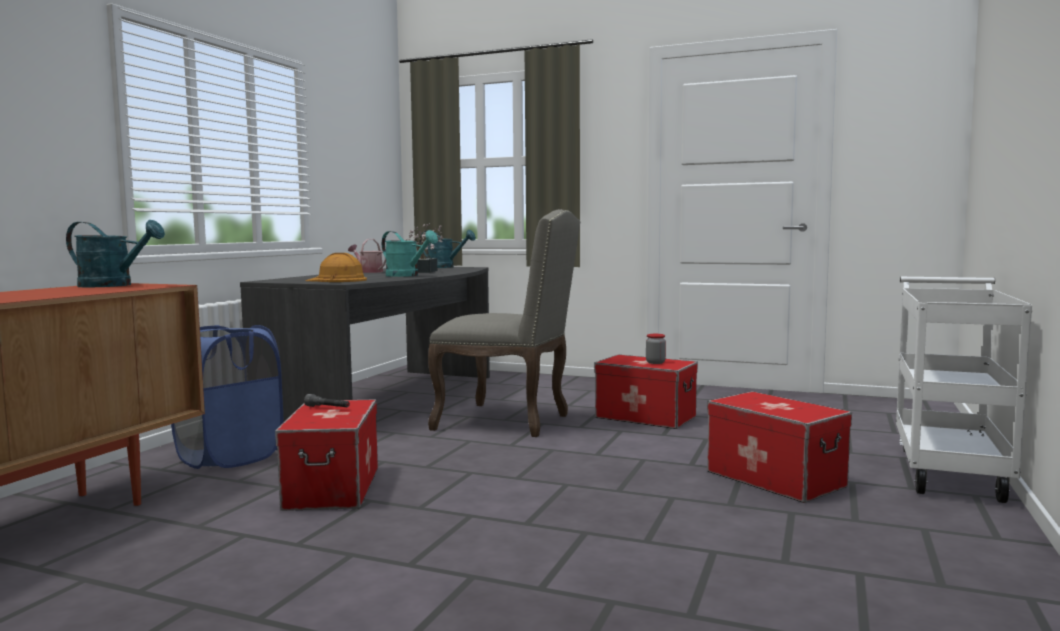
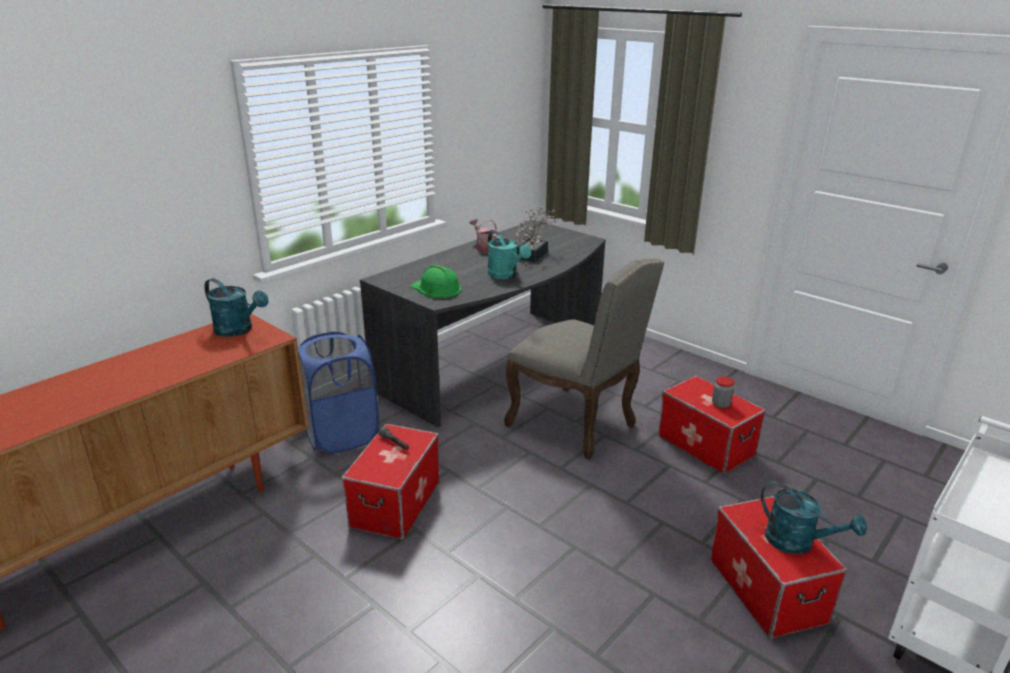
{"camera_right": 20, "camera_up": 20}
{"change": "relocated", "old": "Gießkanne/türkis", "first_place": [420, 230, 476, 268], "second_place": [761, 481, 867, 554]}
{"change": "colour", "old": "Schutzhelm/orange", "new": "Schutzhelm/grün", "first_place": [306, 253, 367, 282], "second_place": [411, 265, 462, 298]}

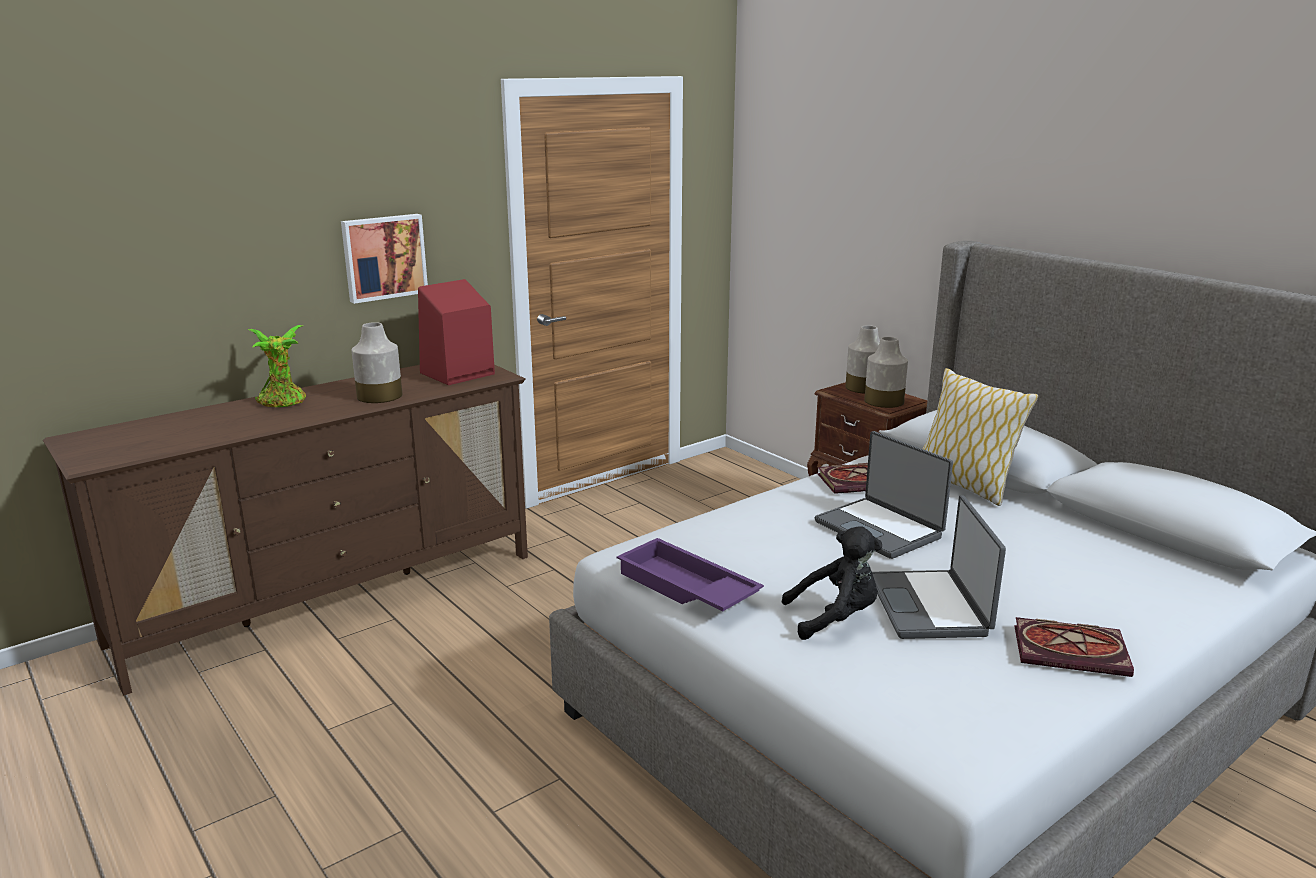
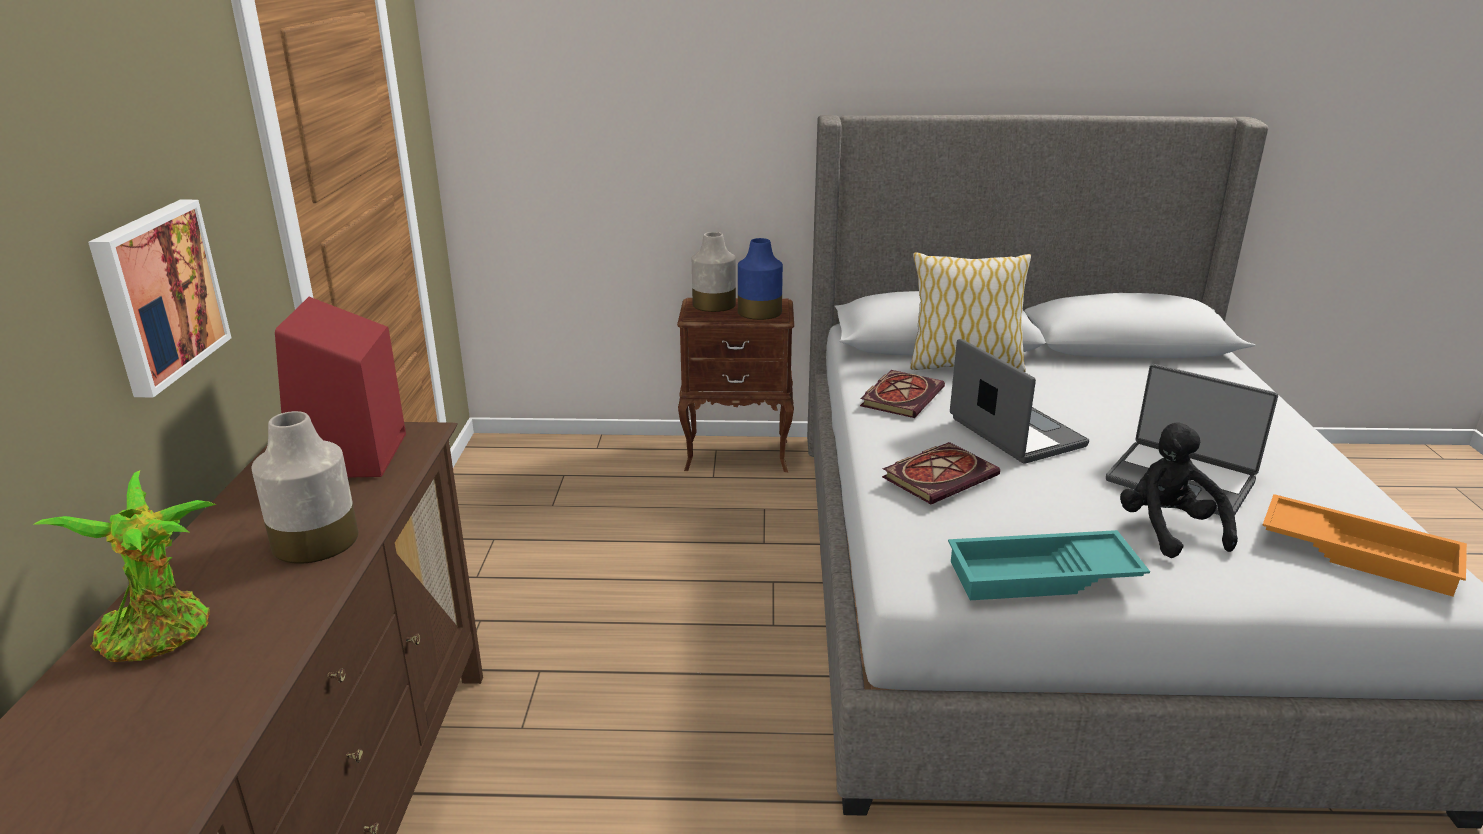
{"camera_right": -50, "camera_up": 5}
{"change": "colour", "old": "Vase/beige", "new": "Vase/blau", "first_place": [864, 337, 908, 408], "second_place": [738, 238, 783, 320]}
{"change": "spun", "old": "Laptop", "first_place": [815, 431, 953, 559], "second_place": [950, 339, 1089, 464], "degrees": -120}
{"change": "spun", "old": "Plüschtier/schwarz", "first_place": [782, 527, 882, 640], "second_place": [1120, 422, 1238, 558], "degrees": -45}
{"change": "colour", "old": "Tablett/lila", "new": "Tablett/türkis", "first_place": [616, 538, 764, 611], "second_place": [948, 530, 1150, 600]}
{"change": "relocated", "old": "Buch", "first_place": [1014, 617, 1134, 677], "second_place": [882, 442, 1000, 504]}
{"change": "appeared", "new": "Tablett/orange", "second_place": [1262, 494, 1467, 597]}

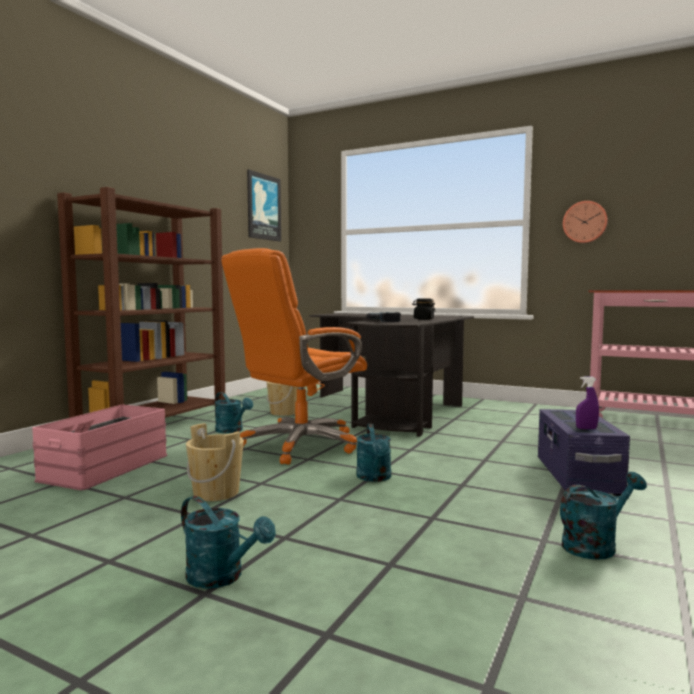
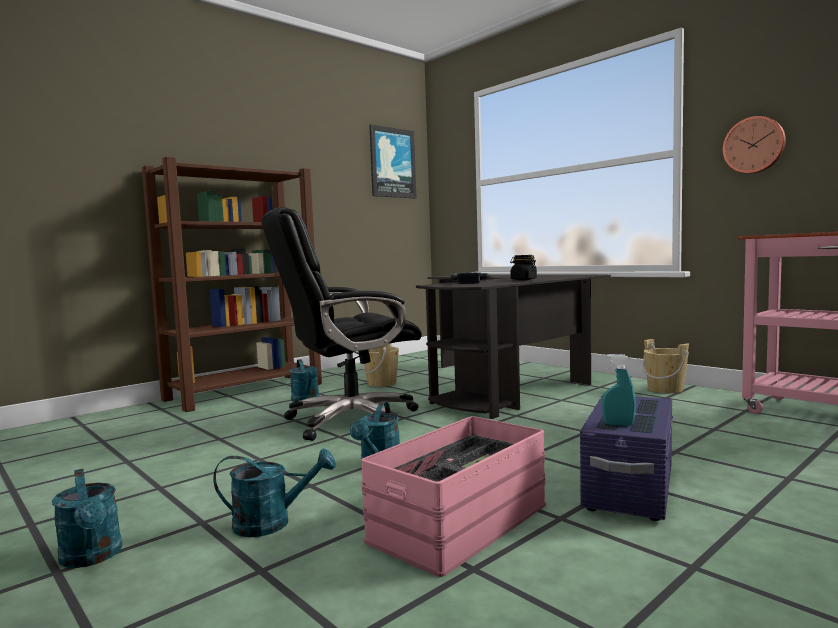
{"camera_right": 20, "camera_up": 0}
{"change": "colour", "old": "Bürostuhl/orange", "new": "Bürostuhl/schwarz", "first_place": [221, 248, 367, 464], "second_place": [261, 207, 422, 441]}
{"change": "colour", "old": "Sprühflasche/lila", "new": "Sprühflasche/türkis", "first_place": [576, 376, 599, 429], "second_place": [602, 354, 636, 426]}
{"change": "relocated", "old": "Aufbewahrungsbox/rosa", "first_place": [32, 405, 167, 490], "second_place": [361, 416, 546, 577]}
{"change": "relocated", "old": "Eimer/beige", "first_place": [186, 423, 244, 501], "second_place": [643, 339, 689, 393]}
{"change": "relocated", "old": "Gießkanne/türkis", "first_place": [560, 472, 647, 560], "second_place": [213, 448, 336, 537]}

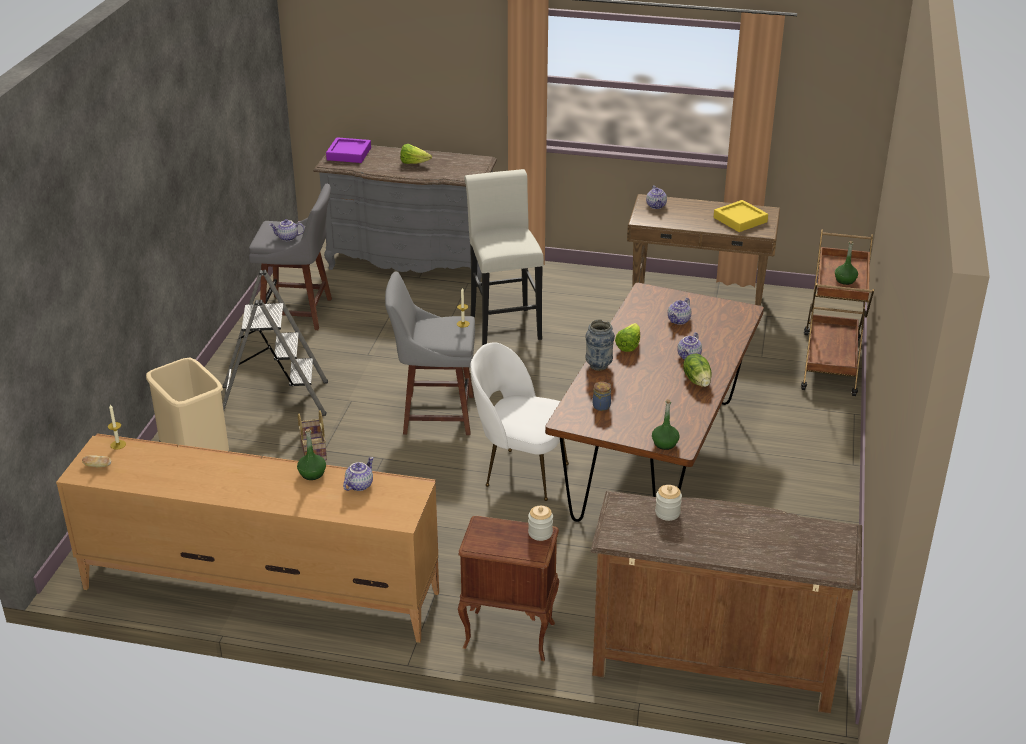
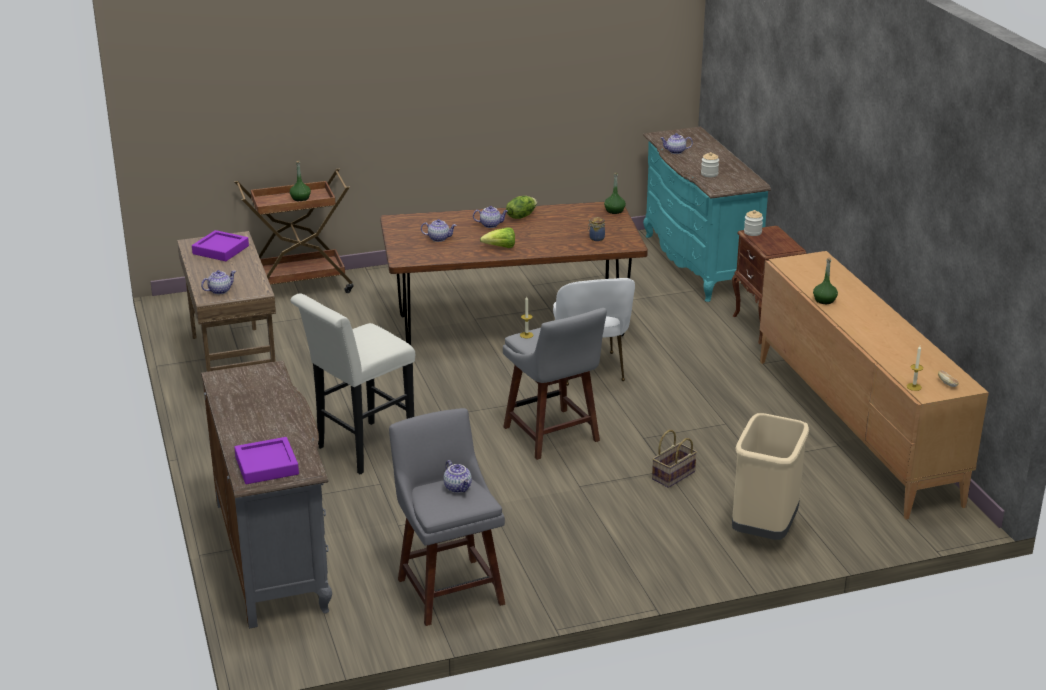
{"camera_right": -120, "camera_up": -5}
{"change": "missing", "old": "Salatkopf", "first_place": [400, 144, 432, 164]}
{"change": "colour", "old": "Tablett/gelb", "new": "Tablett/lila", "first_place": [714, 200, 768, 232], "second_place": [192, 230, 249, 261]}
{"change": "missing", "old": "Trittleiter/grau", "first_place": [223, 270, 328, 416]}
{"change": "missing", "old": "Vase", "first_place": [585, 319, 615, 371]}
{"change": "relocated", "old": "Teekanne", "first_place": [343, 457, 373, 491], "second_place": [661, 133, 693, 154]}
{"change": "colour", "old": "Kommode/beige", "new": "Kommode/türkis", "first_place": [590, 491, 862, 714], "second_place": [643, 127, 771, 302]}

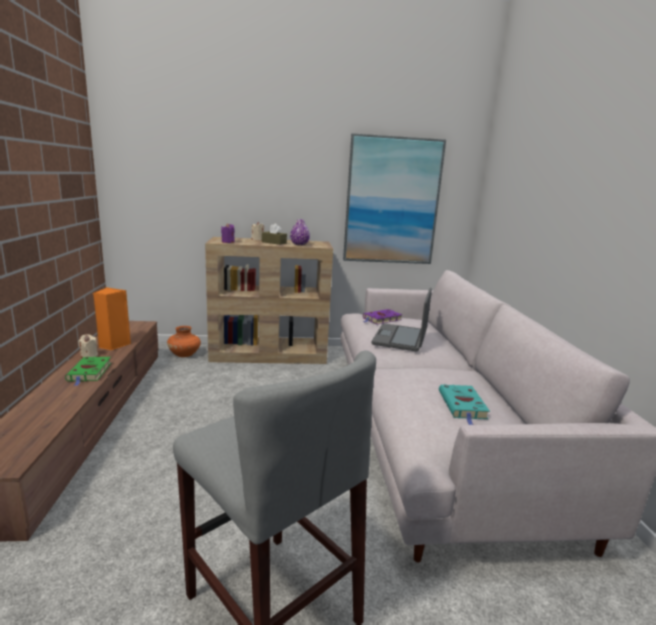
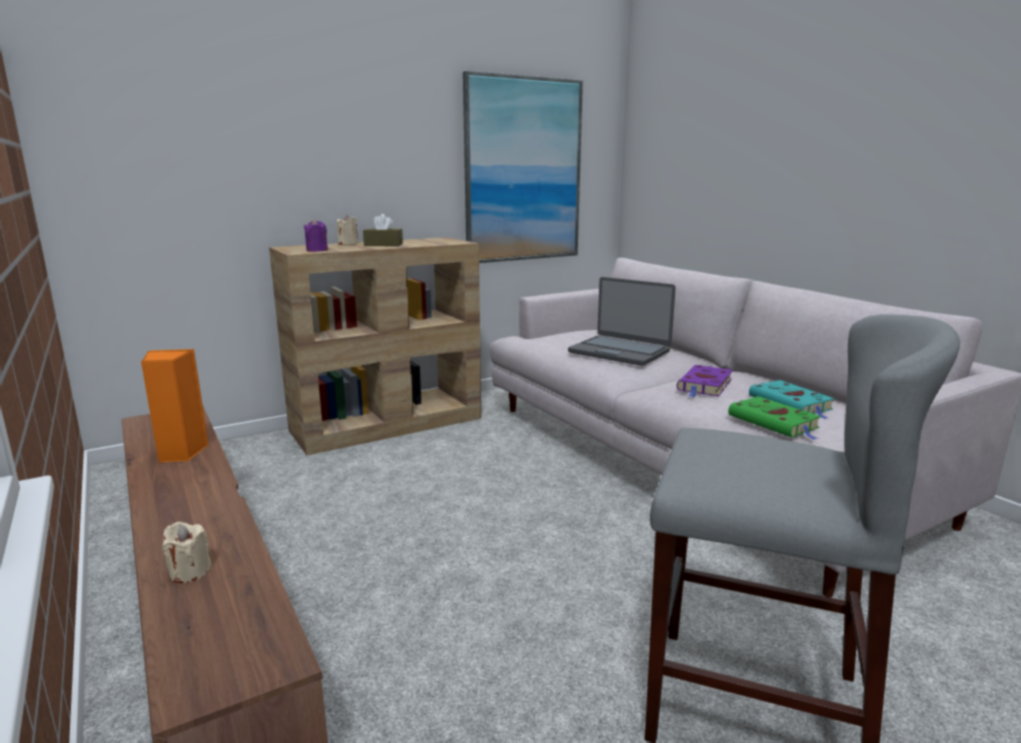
{"camera_right": -25, "camera_up": 0}
{"change": "missing", "old": "Vase/lila", "first_place": [290, 219, 310, 245]}
{"change": "spun", "old": "Laptop", "first_place": [372, 287, 432, 352], "second_place": [568, 277, 676, 366], "degrees": -45}
{"change": "relocated", "old": "Buch/lila", "first_place": [363, 309, 402, 324], "second_place": [677, 365, 733, 398]}
{"change": "missing", "old": "Vase/orange", "first_place": [167, 326, 201, 357]}
{"change": "relocated", "old": "Kerze/beige", "first_place": [78, 334, 98, 358], "second_place": [162, 522, 212, 583]}
{"change": "relocated", "old": "Buch/grün", "first_place": [65, 357, 111, 386], "second_place": [728, 396, 821, 440]}

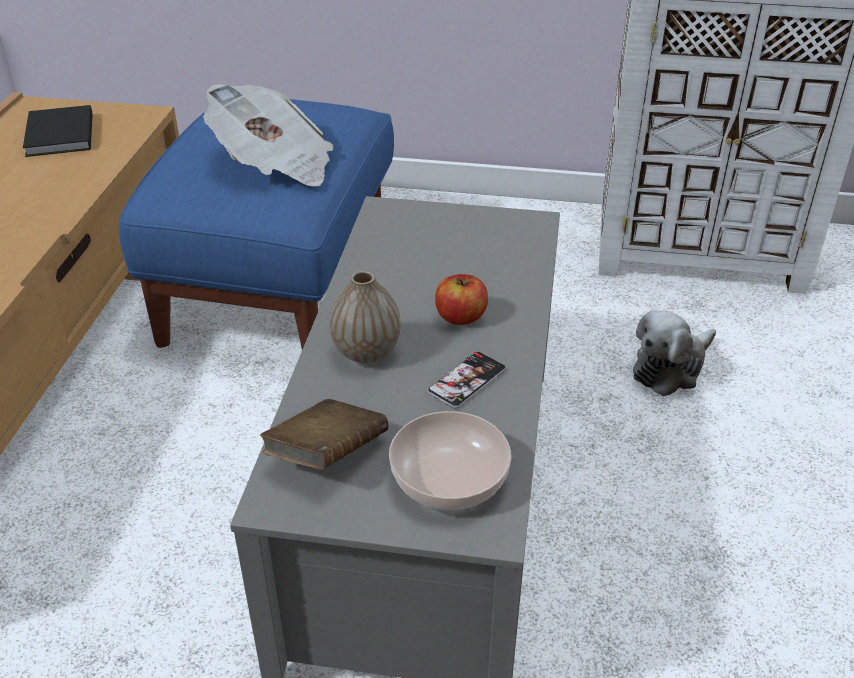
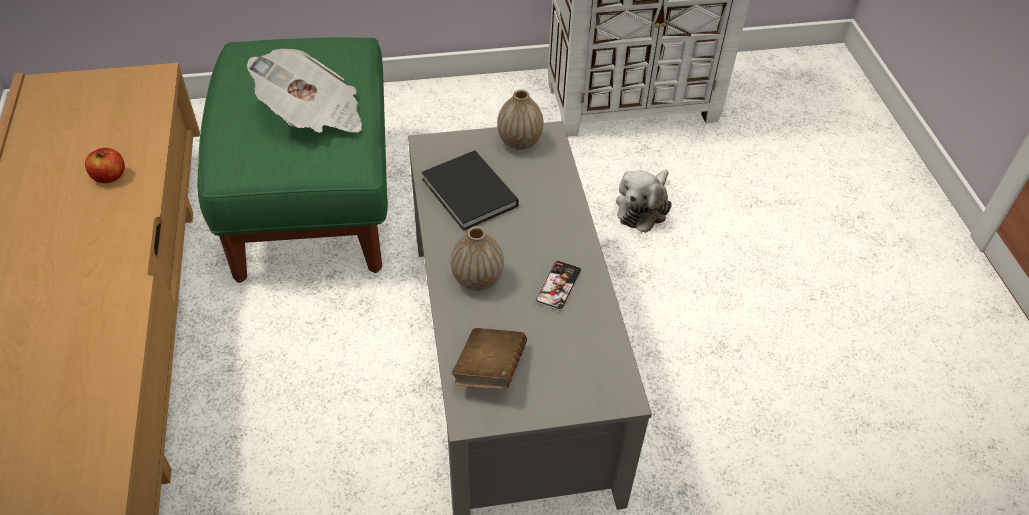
{"camera_right": -20, "camera_up": 10}
{"change": "colour", "old": "Polsterhocker/blau", "new": "Polsterhocker/grün", "first_place": [119, 99, 394, 350], "second_place": [198, 37, 388, 283]}
{"change": "relocated", "old": "Buch/schwarz", "first_place": [23, 105, 93, 157], "second_place": [422, 150, 519, 231]}
{"change": "relocated", "old": "Apfel", "first_place": [435, 274, 488, 325], "second_place": [85, 148, 125, 183]}
{"change": "missing", "old": "Schüssel", "first_place": [389, 411, 511, 510]}
{"change": "appeared", "new": "Vase", "second_place": [497, 90, 544, 150]}

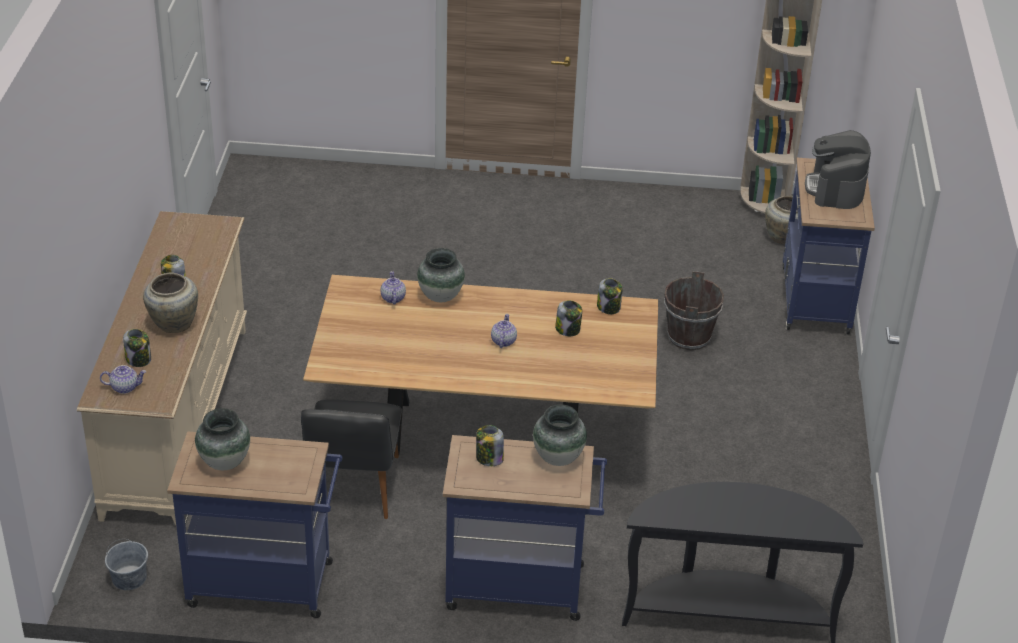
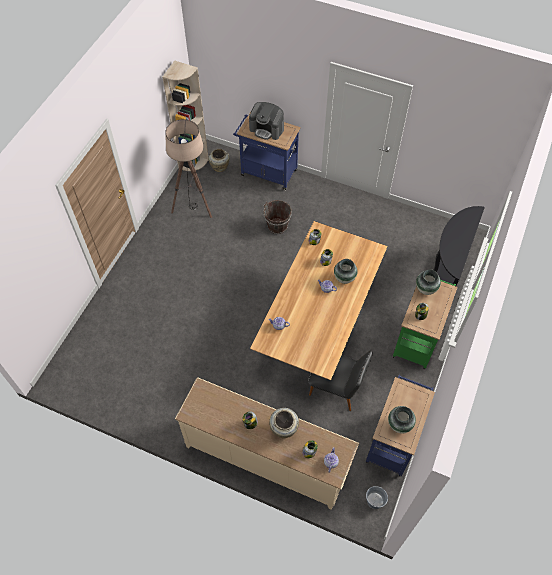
{"camera_right": -70, "camera_up": 20}
{"change": "relocated", "old": "Vase", "first_place": [417, 248, 465, 302], "second_place": [334, 259, 358, 284]}
{"change": "colour", "old": "Rollwagen/blau", "new": "Rollwagen/grün", "first_place": [443, 435, 607, 621], "second_place": [392, 280, 458, 370]}
{"change": "appeared", "new": "Stehlampe", "second_place": [165, 119, 212, 218]}

